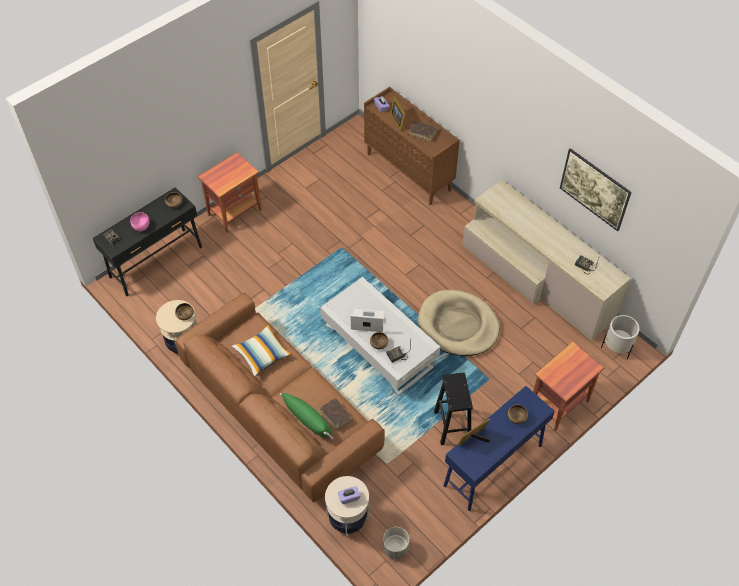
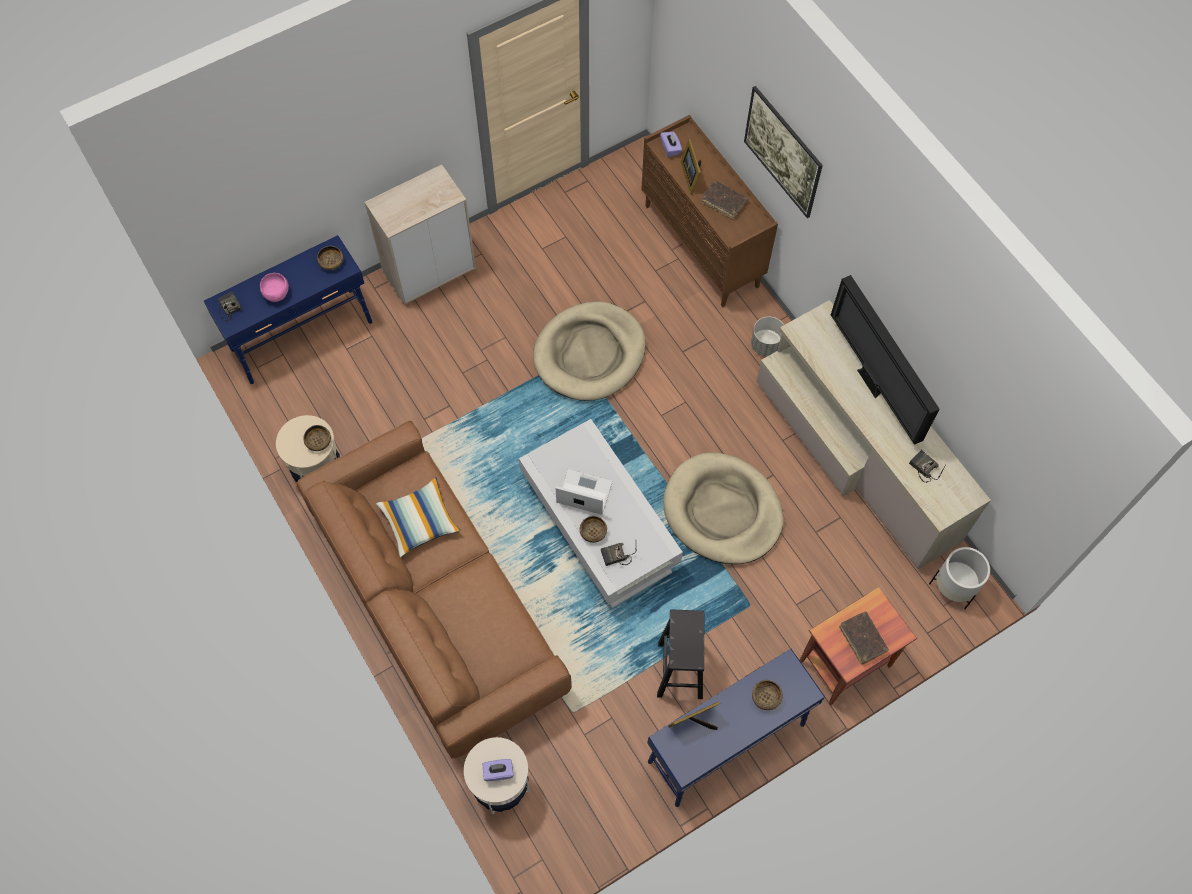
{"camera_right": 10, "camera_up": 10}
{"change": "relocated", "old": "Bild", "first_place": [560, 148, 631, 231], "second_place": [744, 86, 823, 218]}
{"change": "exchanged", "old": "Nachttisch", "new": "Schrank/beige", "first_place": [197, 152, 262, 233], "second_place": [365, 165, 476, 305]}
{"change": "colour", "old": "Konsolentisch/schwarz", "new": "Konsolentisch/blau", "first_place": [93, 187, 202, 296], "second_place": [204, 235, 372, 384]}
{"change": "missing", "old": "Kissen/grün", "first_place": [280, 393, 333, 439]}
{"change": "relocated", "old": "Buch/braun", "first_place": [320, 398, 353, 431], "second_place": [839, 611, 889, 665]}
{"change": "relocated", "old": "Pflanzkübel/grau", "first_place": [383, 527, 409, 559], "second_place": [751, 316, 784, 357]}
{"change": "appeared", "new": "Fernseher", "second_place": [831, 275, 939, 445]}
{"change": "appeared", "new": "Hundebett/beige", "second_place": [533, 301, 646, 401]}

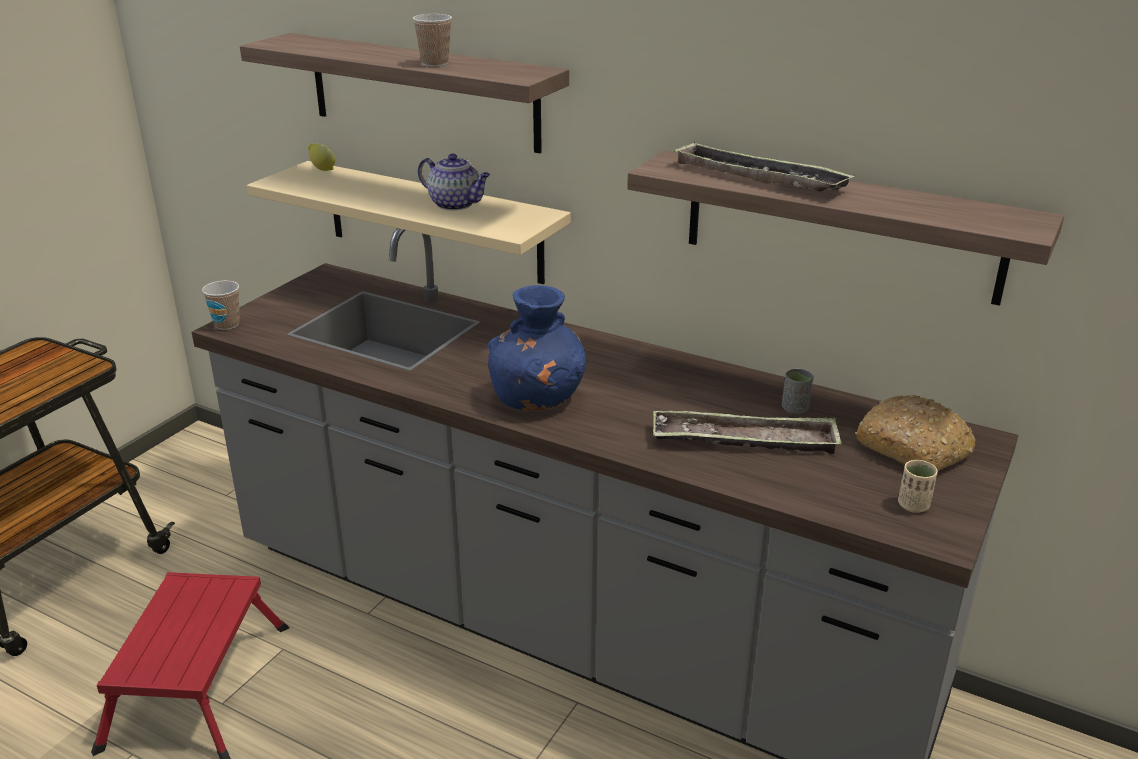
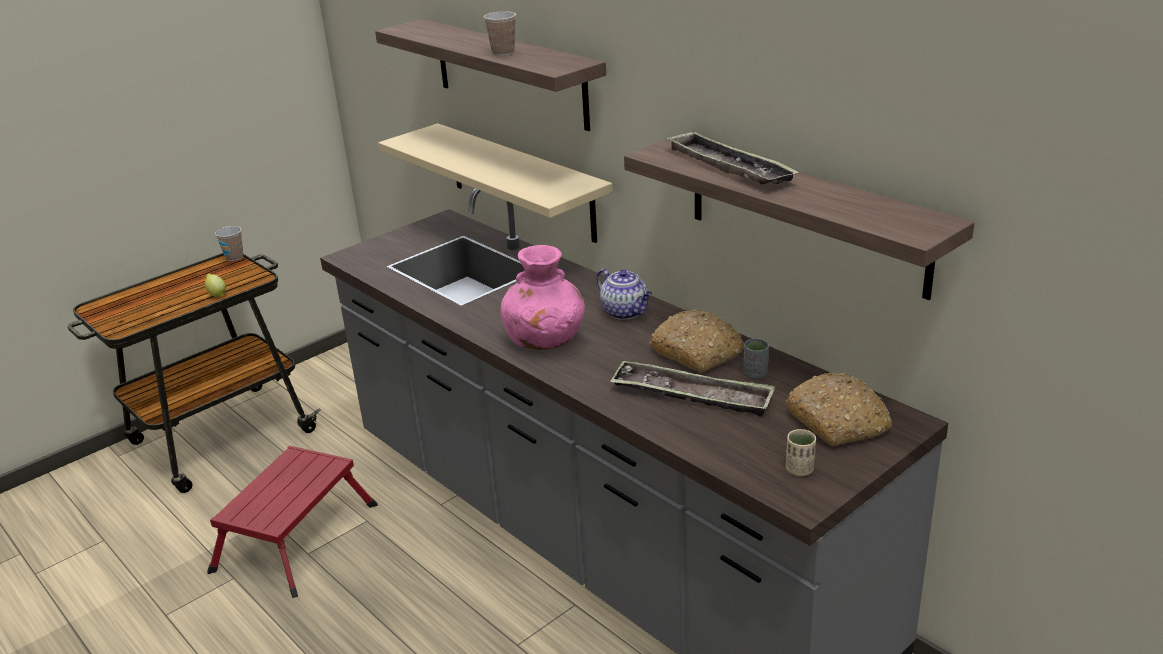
{"camera_right": 20, "camera_up": 0}
{"change": "relocated", "old": "Zitrone", "first_place": [308, 144, 335, 171], "second_place": [205, 274, 226, 297]}
{"change": "relocated", "old": "Teekanne", "first_place": [418, 154, 490, 211], "second_place": [596, 269, 652, 320]}
{"change": "relocated", "old": "Tasse", "first_place": [202, 281, 240, 330], "second_place": [215, 226, 243, 261]}
{"change": "colour", "old": "Vase/blau", "new": "Vase/rosa", "first_place": [488, 285, 586, 411], "second_place": [501, 245, 585, 350]}
{"change": "appeared", "new": "Brot", "second_place": [649, 310, 744, 372]}

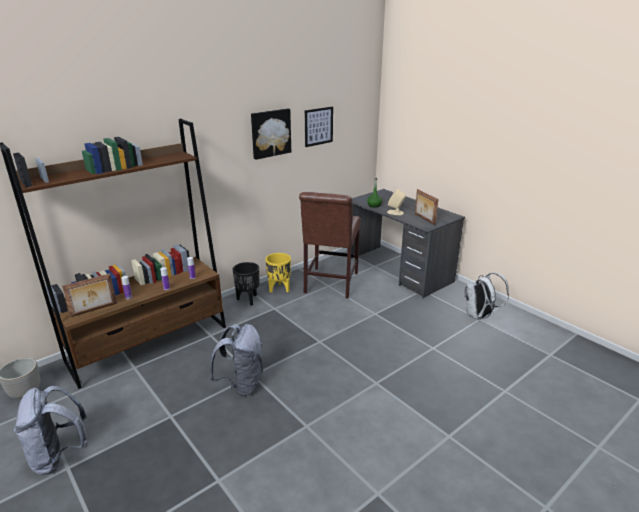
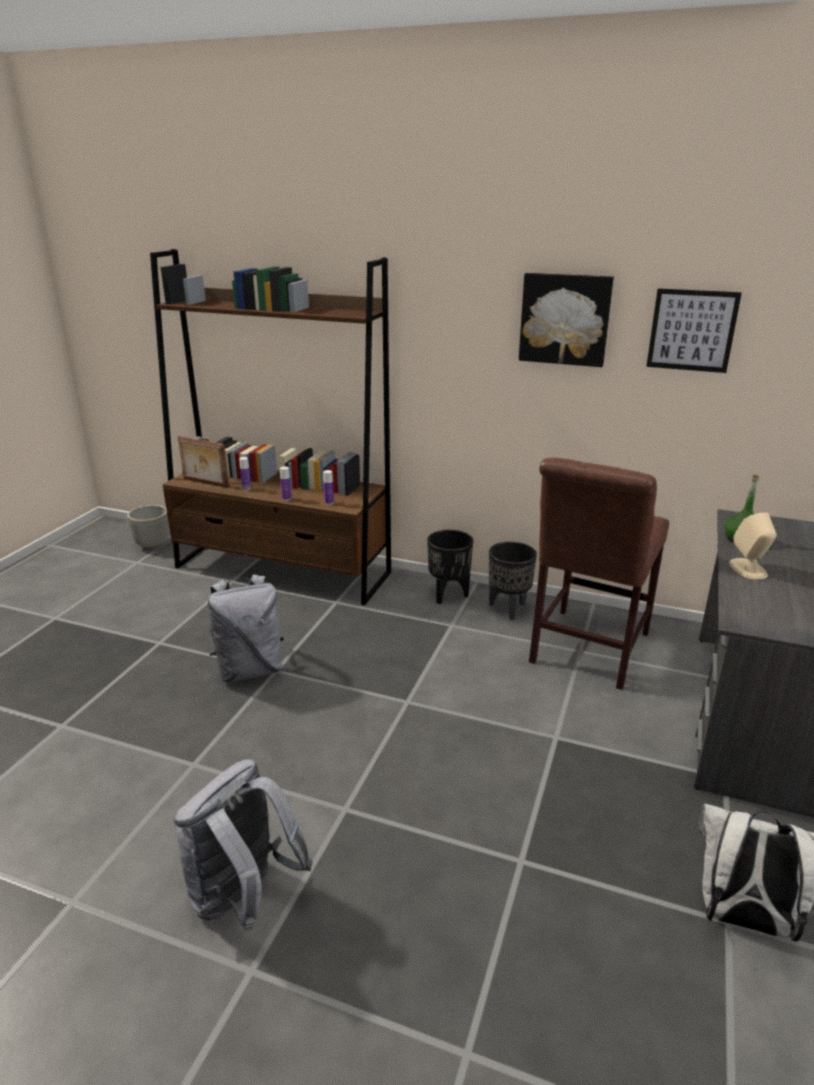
{"camera_right": 60, "camera_up": 0}
{"change": "missing", "old": "Bilderrahmen", "first_place": [415, 189, 438, 225]}
{"change": "spun", "old": "Stuhl/braun", "first_place": [299, 192, 361, 298], "second_place": [529, 458, 669, 690], "degrees": -45}
{"change": "colour", "old": "Pflanzkübel/gelb", "new": "Pflanzkübel/schwarz", "first_place": [265, 253, 291, 293], "second_place": [489, 542, 537, 620]}
{"change": "relocated", "old": "Rucksack/grau", "first_place": [13, 386, 88, 475], "second_place": [174, 759, 313, 931]}

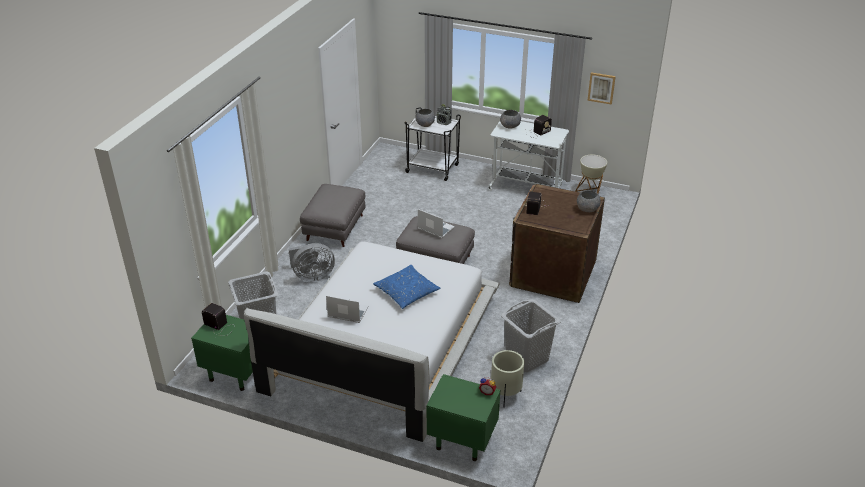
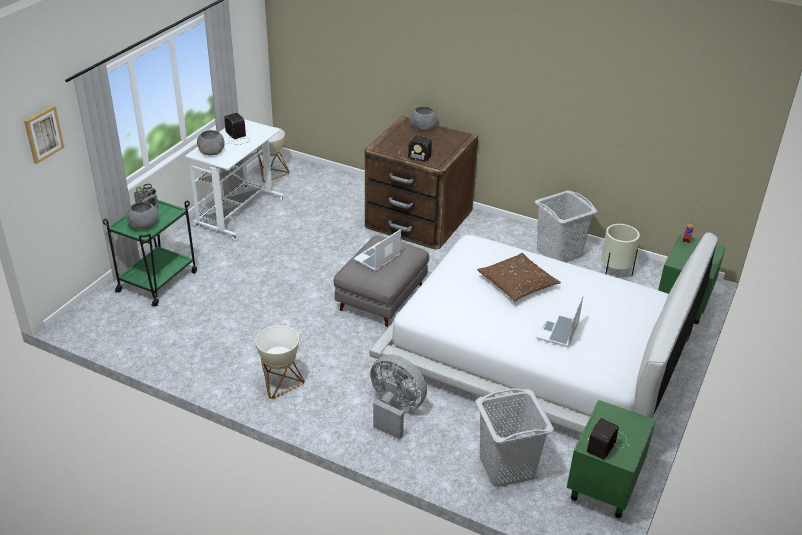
{"camera_right": -85, "camera_up": 0}
{"change": "relocated", "old": "Bild", "first_place": [587, 72, 616, 105], "second_place": [24, 105, 65, 164]}
{"change": "colour", "old": "Rollwagen/weiß", "new": "Rollwagen/grün", "first_place": [404, 108, 461, 181], "second_place": [103, 200, 197, 306]}
{"change": "exchanged", "old": "Polsterhocker/grau", "new": "Pflanzkübel", "first_place": [300, 184, 365, 247], "second_place": [255, 325, 305, 399]}
{"change": "spun", "old": "Ventilator/grau", "first_place": [289, 243, 335, 281], "second_place": [370, 355, 427, 440], "degrees": -45}
{"change": "colour", "old": "Kissen/blau", "new": "Kissen/braun", "first_place": [373, 265, 441, 309], "second_place": [477, 253, 561, 301]}

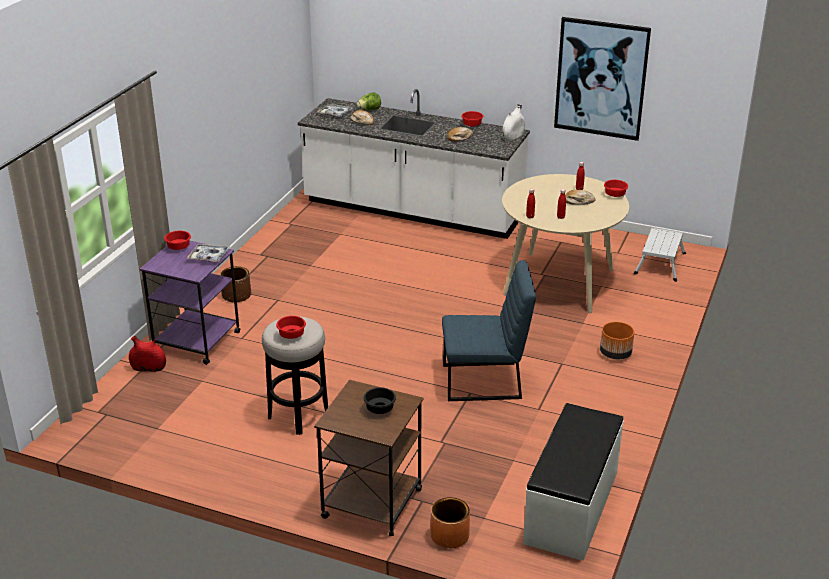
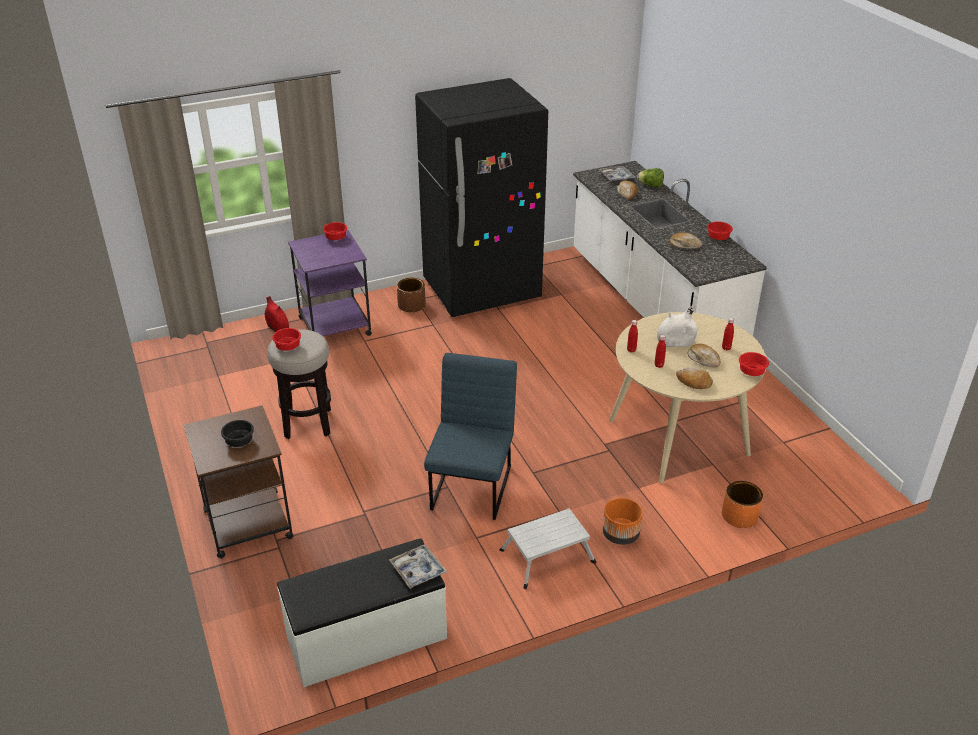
{"camera_right": 45, "camera_up": 5}
{"change": "missing", "old": "Bild", "first_place": [554, 17, 651, 141]}
{"change": "relocated", "old": "Vase/weiß", "first_place": [502, 104, 525, 141], "second_place": [657, 307, 698, 347]}
{"change": "relocated", "old": "Trittleiter/weiß", "first_place": [633, 228, 686, 282], "second_place": [499, 508, 596, 589]}
{"change": "relocated", "old": "Tablett", "first_place": [187, 244, 230, 262], "second_place": [389, 545, 447, 589]}
{"change": "spun", "old": "Stuhl/blau", "first_place": [442, 260, 536, 401], "second_place": [424, 353, 517, 520], "degrees": -120}
{"change": "relocated", "old": "Pflanzkübel/orange", "first_place": [430, 497, 470, 548], "second_place": [722, 481, 763, 528]}
{"change": "appeared", "new": "Kühlschrank/schwarz", "second_place": [415, 78, 548, 317]}
{"change": "appeared", "new": "Brot", "second_place": [676, 367, 713, 389]}

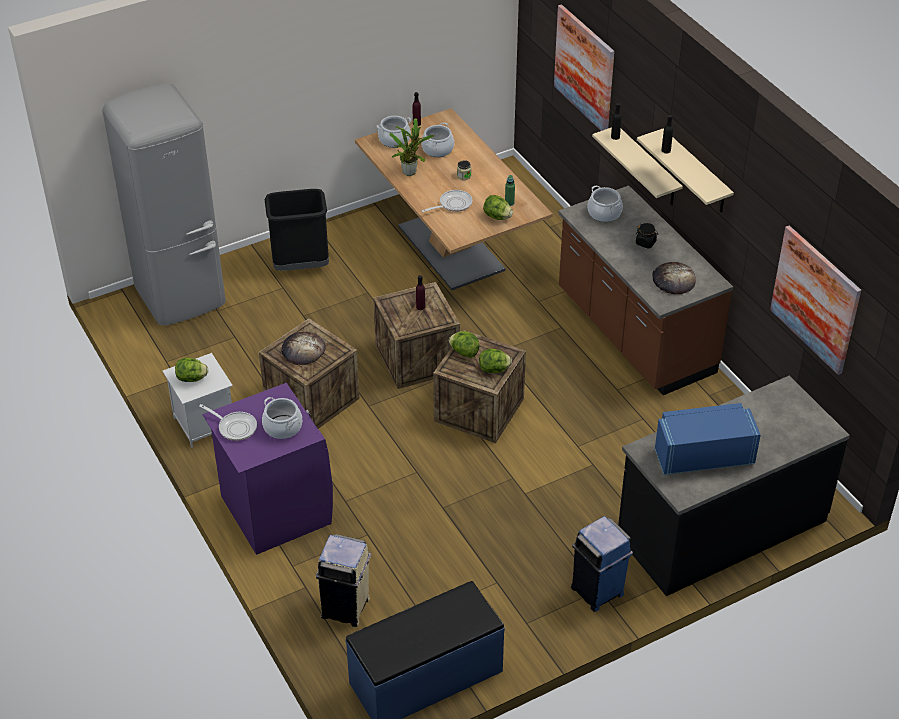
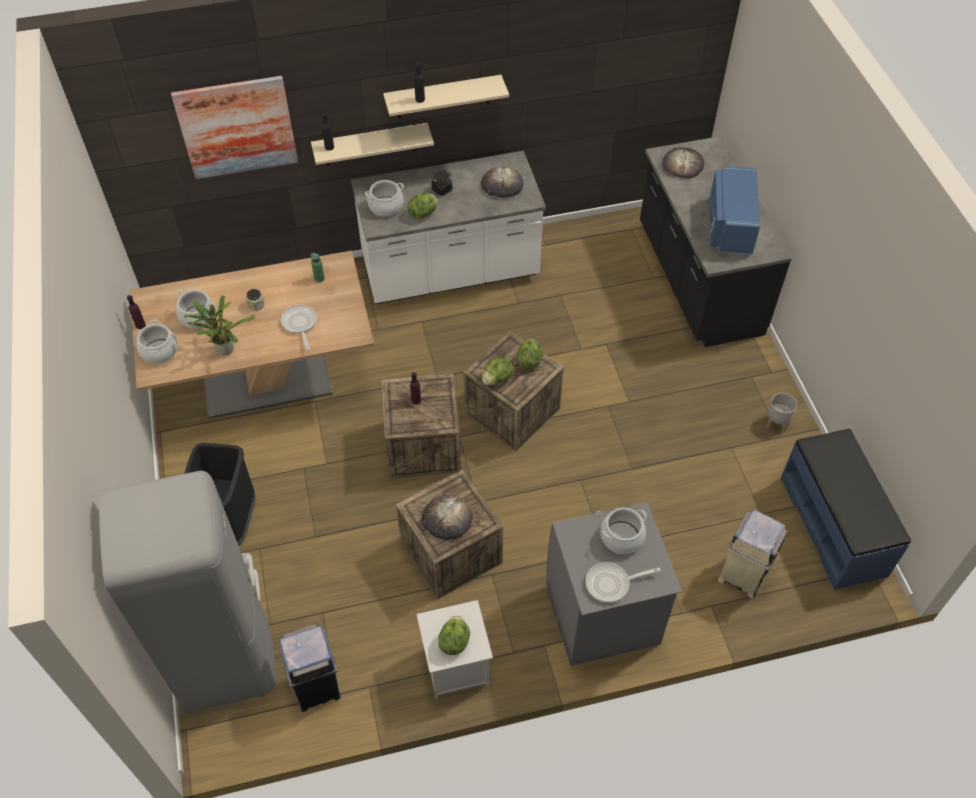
{"camera_right": -75, "camera_up": 10}
{"change": "colour", "old": "Küchenzeile/braun", "new": "Küchenzeile/weiß", "first_place": [558, 185, 733, 395], "second_place": [351, 151, 546, 304]}
{"change": "relocated", "old": "Salatkopf", "first_place": [483, 195, 513, 220], "second_place": [407, 193, 437, 219]}
{"change": "missing", "old": "Bild", "first_place": [770, 226, 861, 375]}
{"change": "colour", "old": "Waschmaschine/lila", "new": "Waschmaschine/grau", "first_place": [202, 383, 333, 555], "second_place": [546, 502, 682, 666]}
{"change": "spun", "old": "Pfanne", "first_place": [199, 404, 257, 441], "second_place": [586, 562, 661, 603], "degrees": -150}
{"change": "relocated", "old": "Mülleimer/blau", "first_place": [571, 516, 633, 612], "second_place": [279, 624, 341, 712]}
{"change": "appeared", "new": "Brot", "second_place": [662, 148, 704, 178]}
{"change": "appeared", "new": "Pflanzkübel/grau", "second_place": [766, 393, 797, 432]}

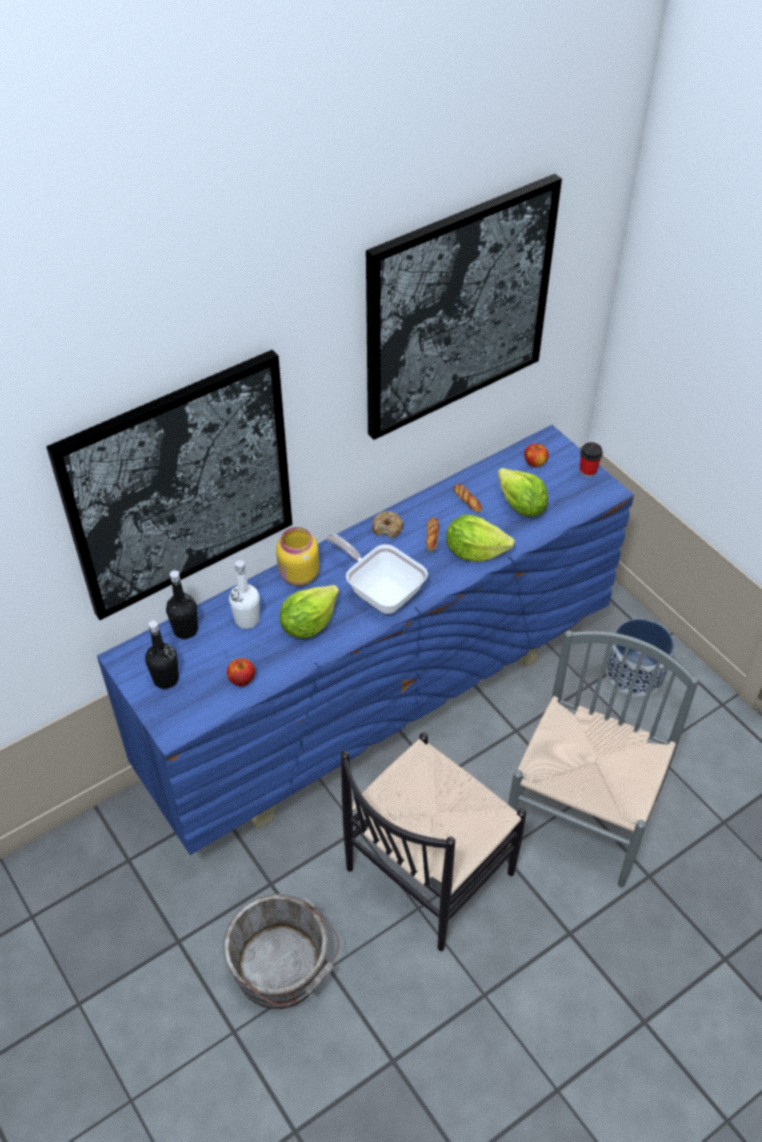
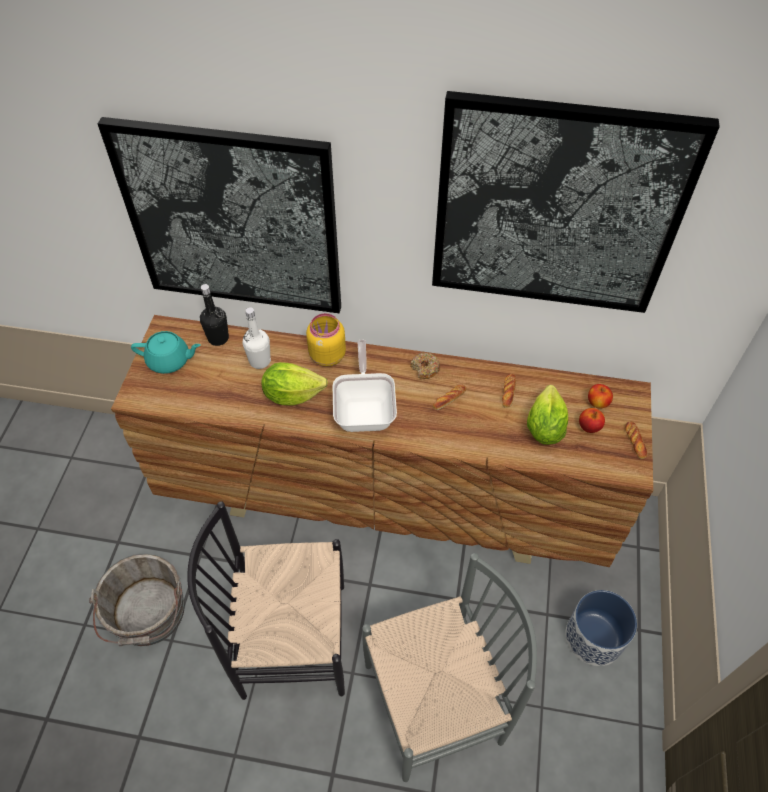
{"camera_right": 45, "camera_up": 5}
{"change": "colour", "old": "Schrank/blau", "new": "Schrank/braun", "first_place": [97, 425, 634, 855], "second_place": [111, 315, 653, 567]}
{"change": "exchanged", "old": "Tasse", "new": "Brot", "first_place": [580, 442, 603, 477], "second_place": [625, 421, 647, 459]}
{"change": "missing", "old": "Salatkopf", "first_place": [446, 515, 515, 562]}
{"change": "exchanged", "old": "Flasche/schwarz", "new": "Teekanne/türkis", "first_place": [145, 620, 179, 689], "second_place": [131, 331, 201, 374]}
{"change": "relocated", "old": "Apfel", "first_place": [227, 658, 255, 686], "second_place": [579, 408, 605, 433]}

